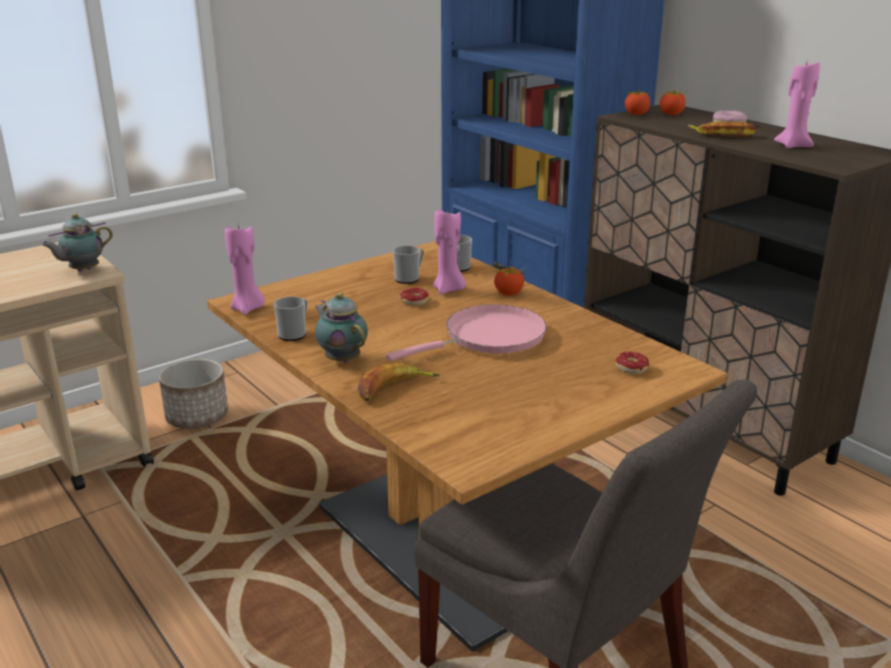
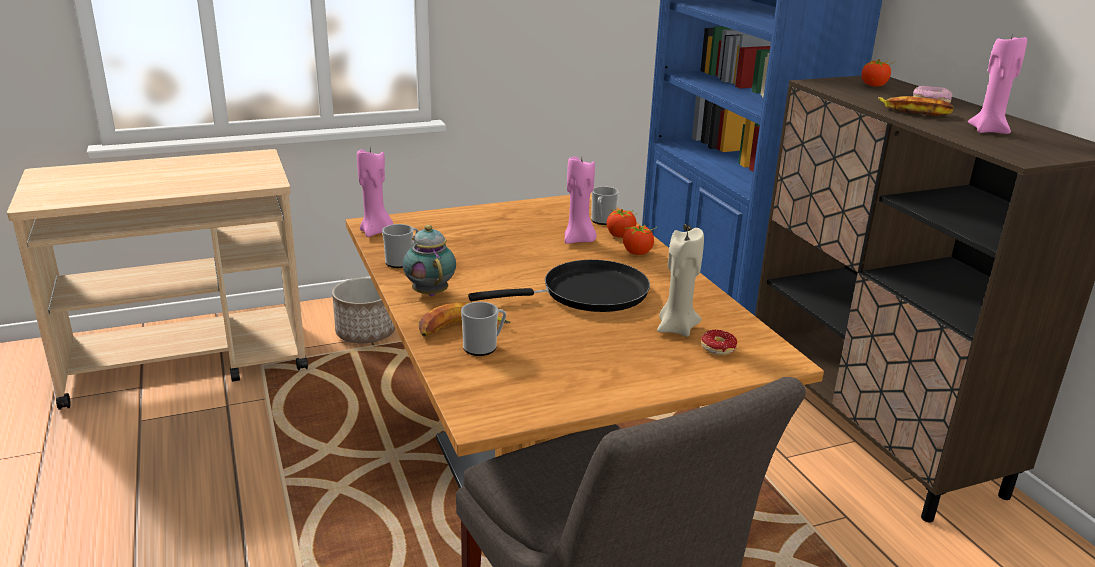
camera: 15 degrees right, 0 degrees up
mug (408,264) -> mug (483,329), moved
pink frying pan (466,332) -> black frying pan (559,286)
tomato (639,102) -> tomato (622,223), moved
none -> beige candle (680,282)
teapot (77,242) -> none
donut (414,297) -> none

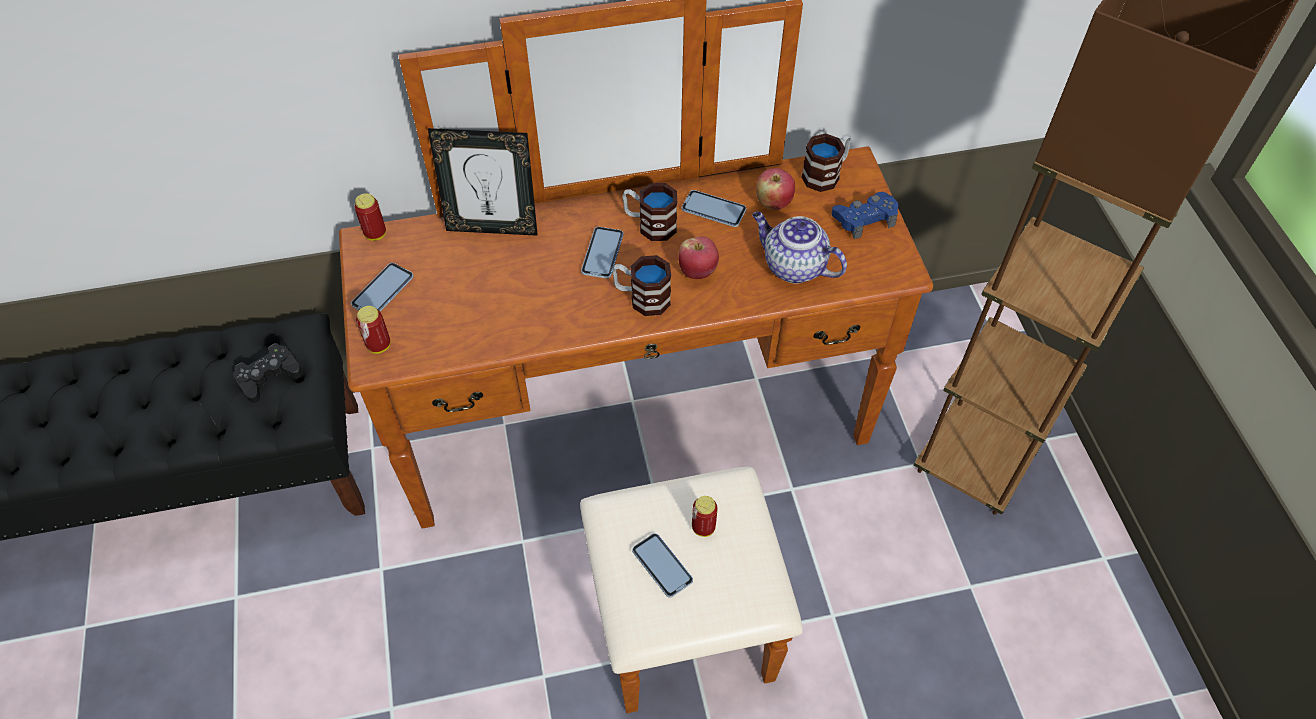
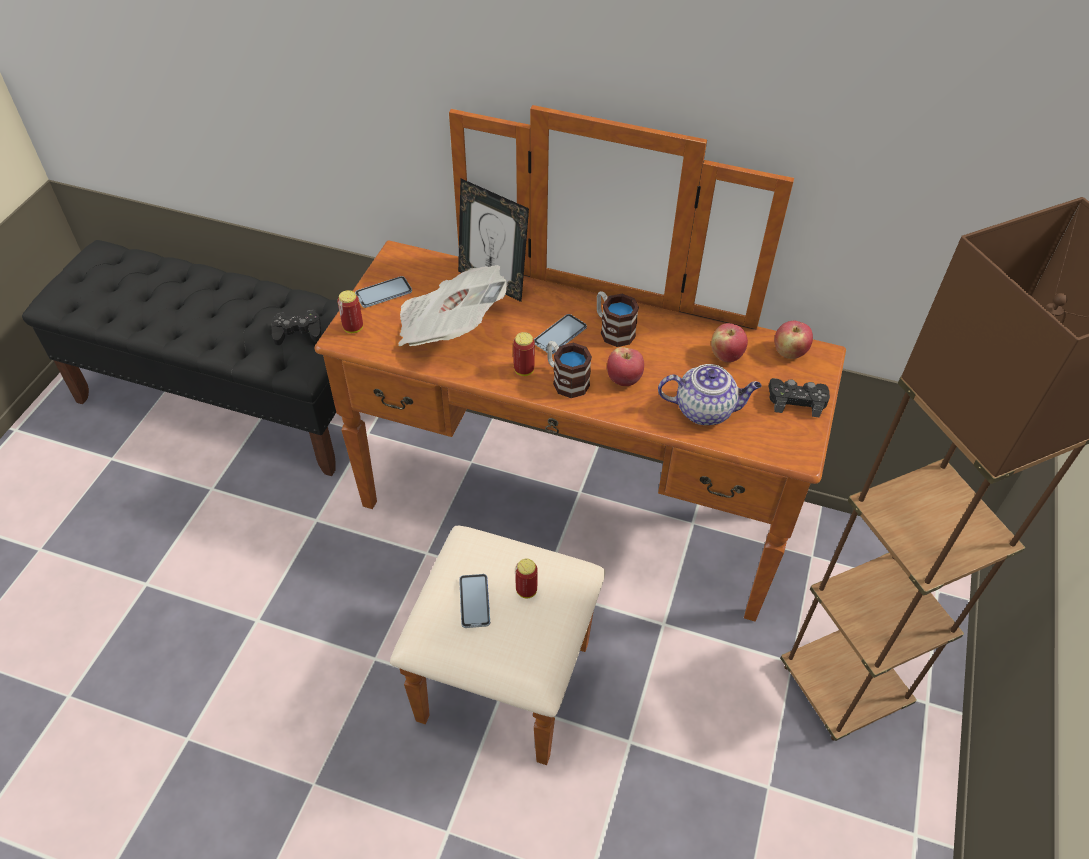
camera: 30 degrees right, 5 degrees down
none -> newspaper (452,305)
can (370,217) -> can (524,354), moved
teapot (799,248) -> teapot (710,394), 120 degrees clockwise
blue game controller (865,215) -> black game controller (799,397)
mug (826,163) -> apple (793,340)
phone (714,208) -> none

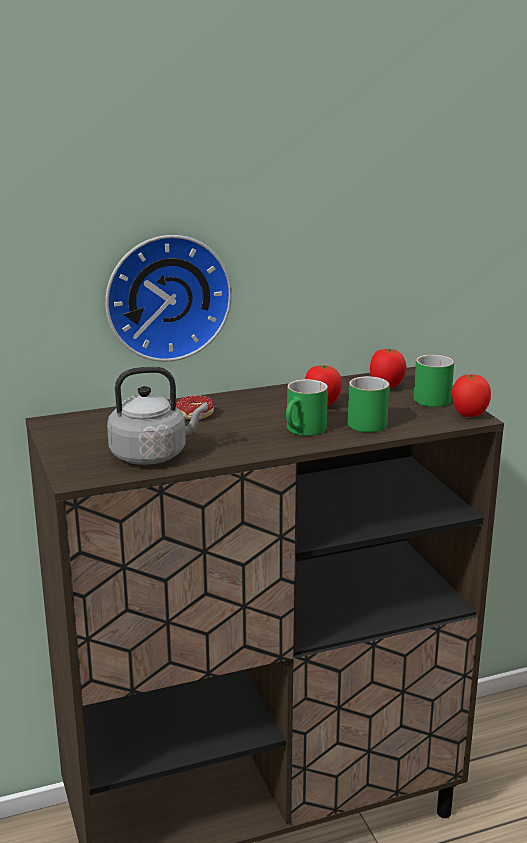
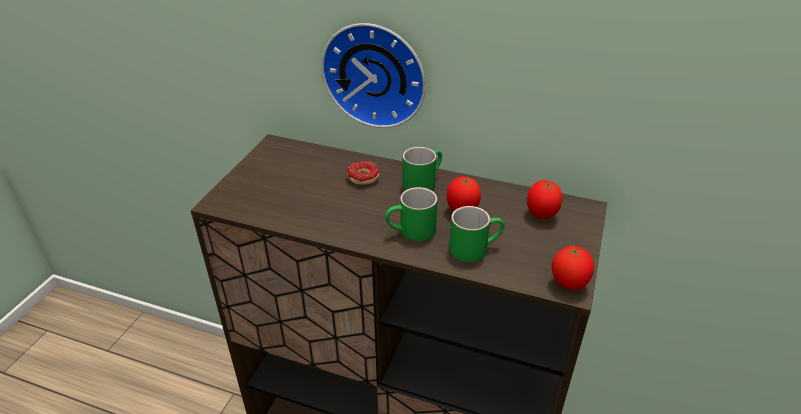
camera: 40 degrees right, 15 degrees up
green mug (434,380) -> green mug (422,169), moved
grey kettle (157,416) -> none

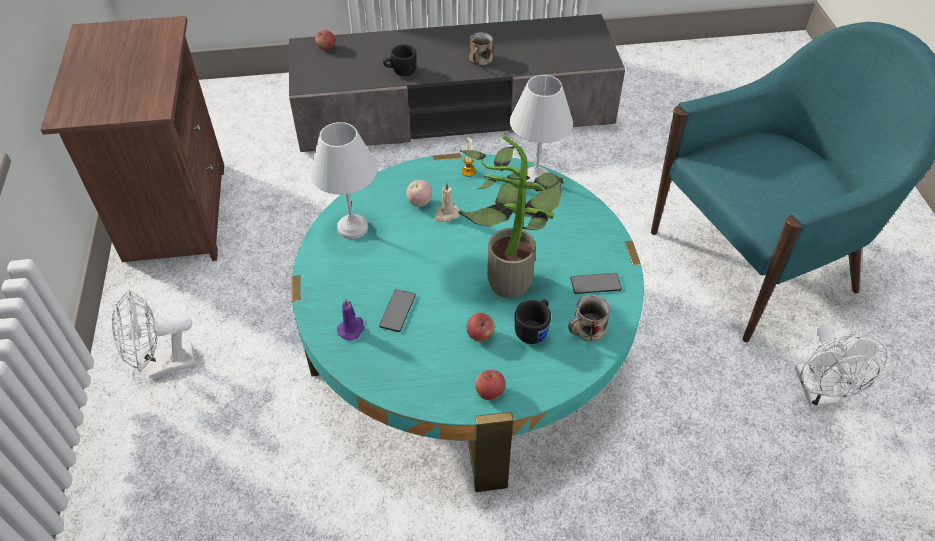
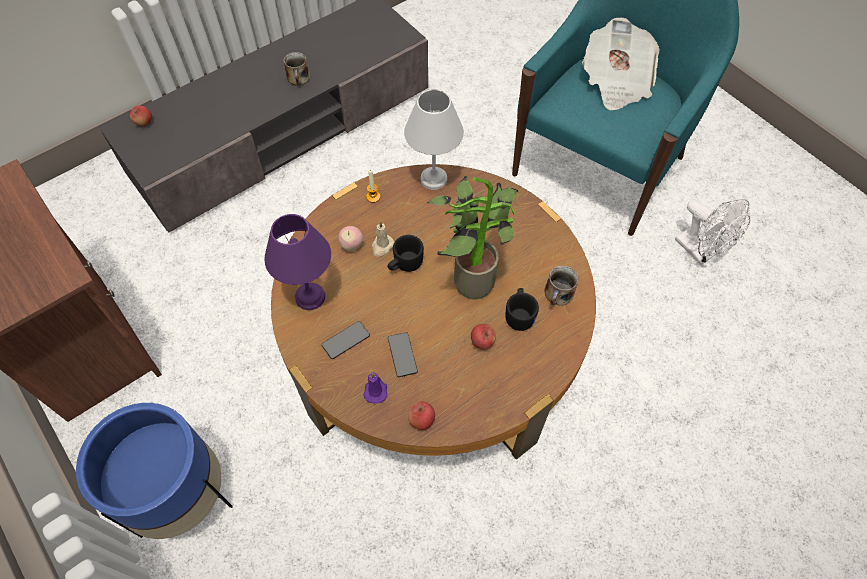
camera: 30 degrees left, 10 degrees up
white fan (154,334) -> blue planter (154,471)
white table lamp (344,180) -> purple table lamp (297,262)
turquoise coffee table (468,322) -> brown coffee table (433,312)
phone (596,283) -> phone (345,340), moved
black mug (400,60) -> black mug (406,253), moved
apple (490,385) -> apple (421,416), moved
none -> newspaper (621,64)

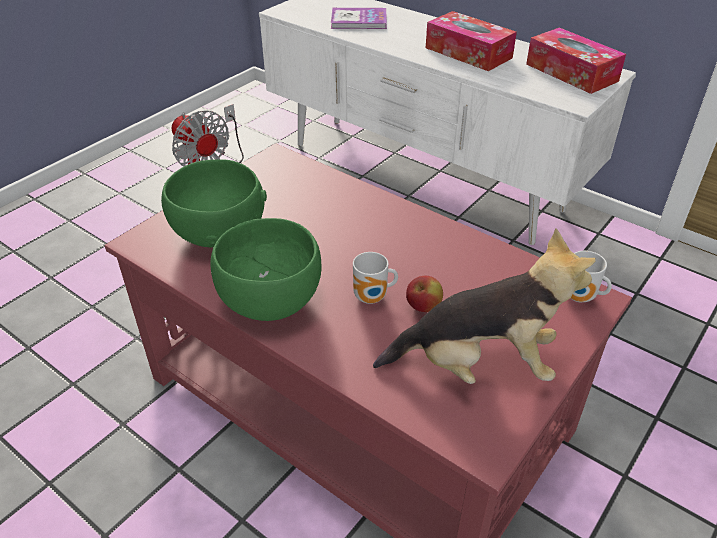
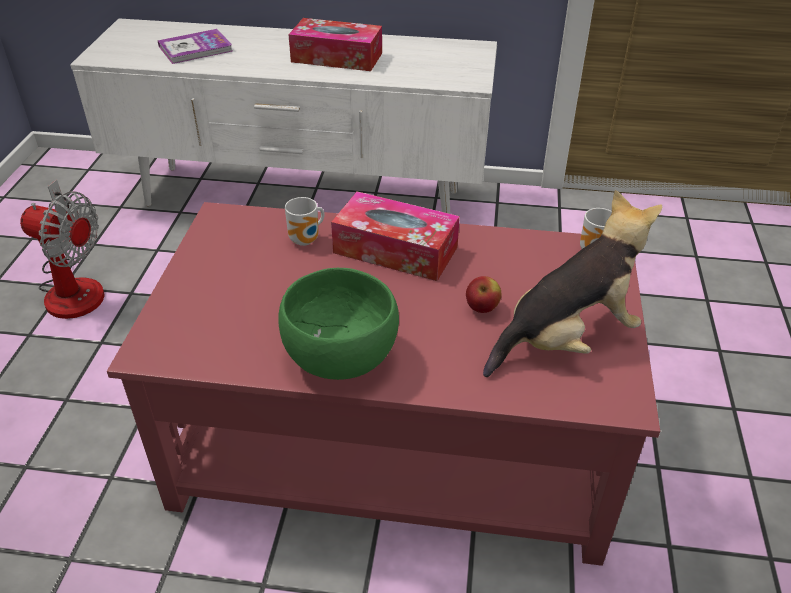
camera: 30 degrees left, 0 degrees up
mug (375,278) -> mug (305,221), moved
tissue box (576,61) -> tissue box (395,236), moved
green bowl (214,203) -> none

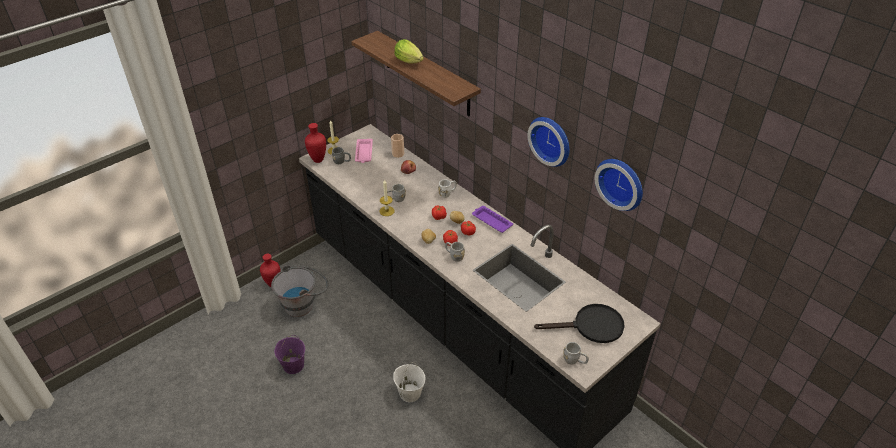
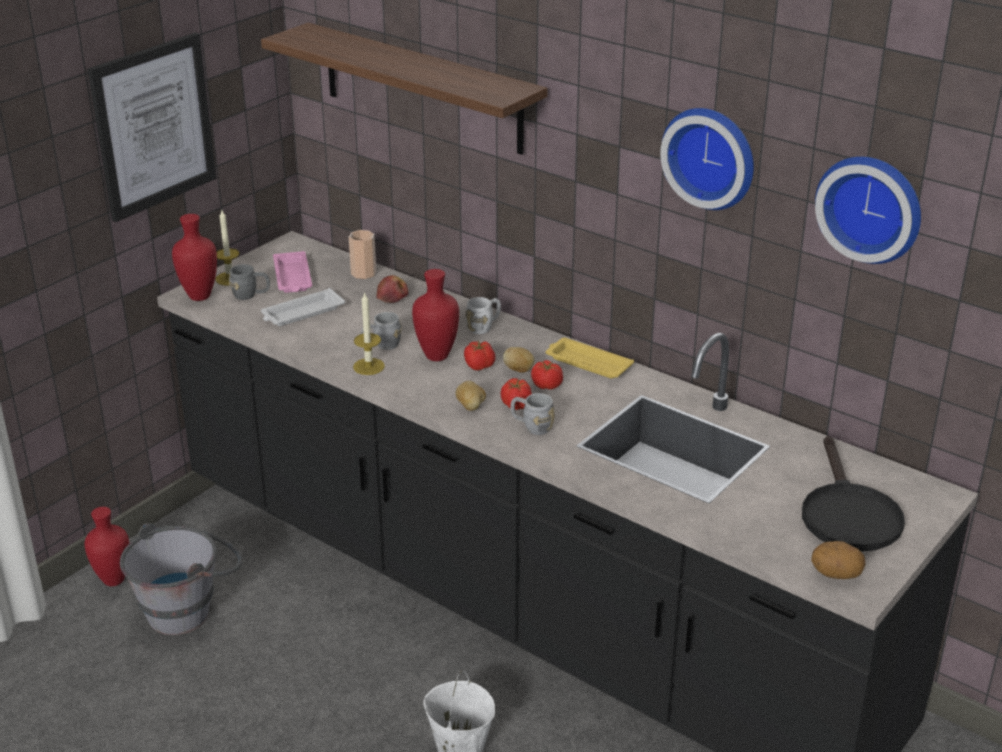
camera: 10 degrees left, 10 degrees down
none -> picture (151,127)
none -> white tray (303,307)
none -> red vase (435,315)
purple tray (492,219) -> yellow tray (590,358)
black frying pan (579,323) -> black frying pan (853,494), 105 degrees clockwise
grey mug (576,353) -> potato (838,560)
purple bucket (289,354) -> none
lettuce (409,51) -> none

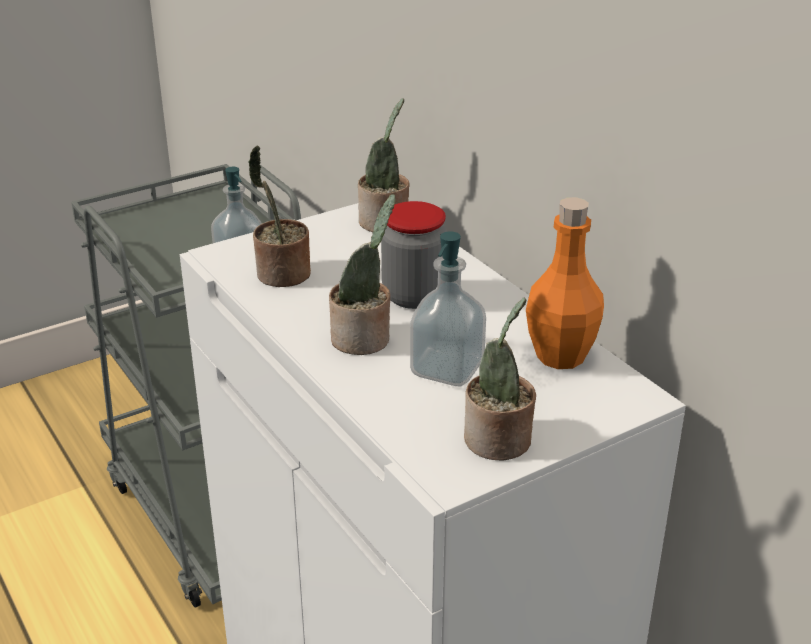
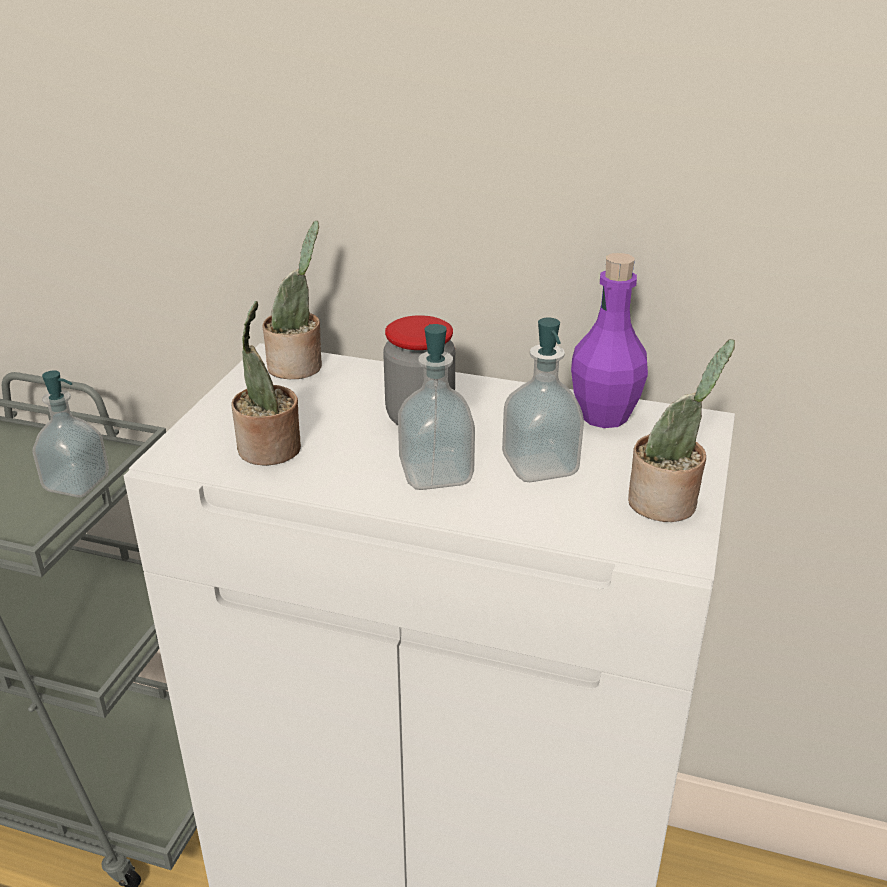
camera: 40 degrees left, 0 degrees up
potted plant (362,274) -> soap dispenser (436,407)
orange bottle (565,283) -> purple bottle (609,340)

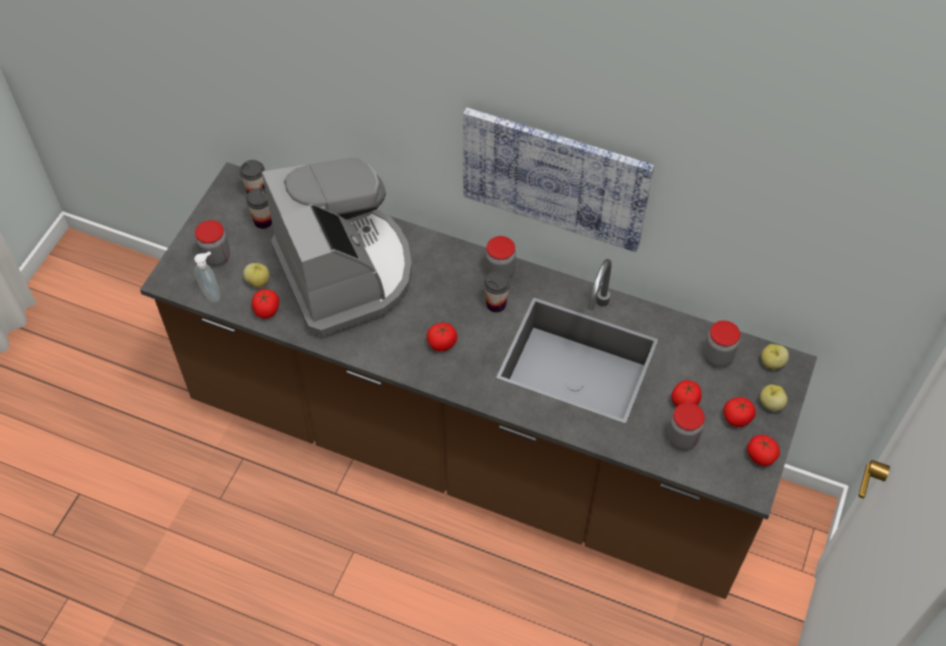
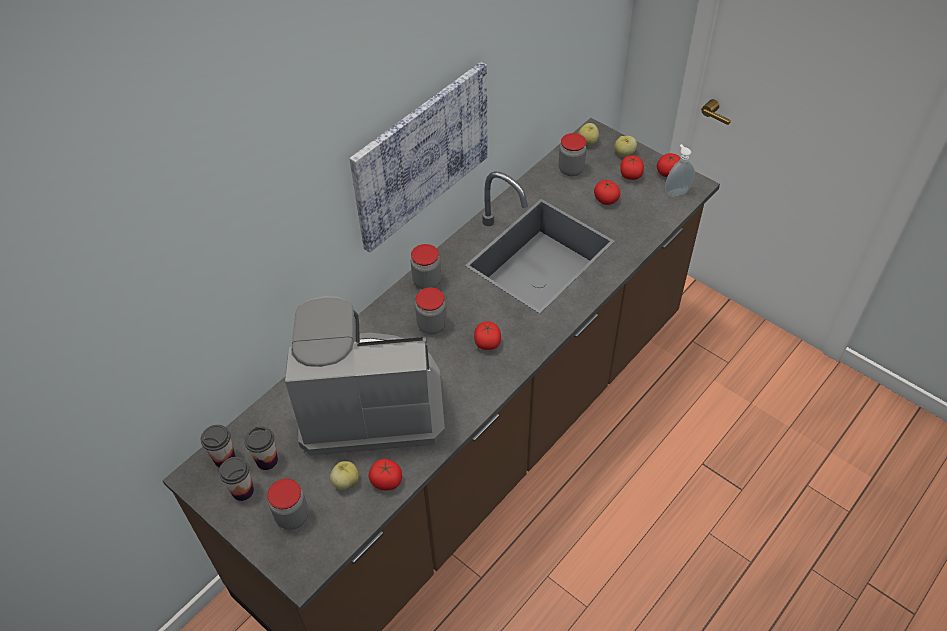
camera: 70 degrees left, 5 degrees down
cup (497,292) -> cup (236,479), moved
jar (686,426) -> jar (431,310), moved
soap dispenser (207,277) -> soap dispenser (680,170), moved

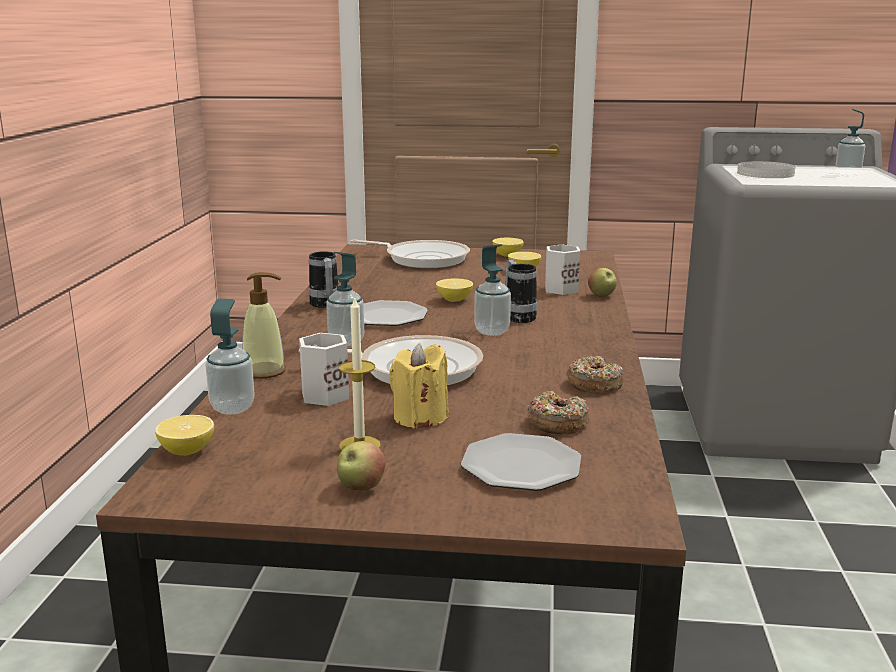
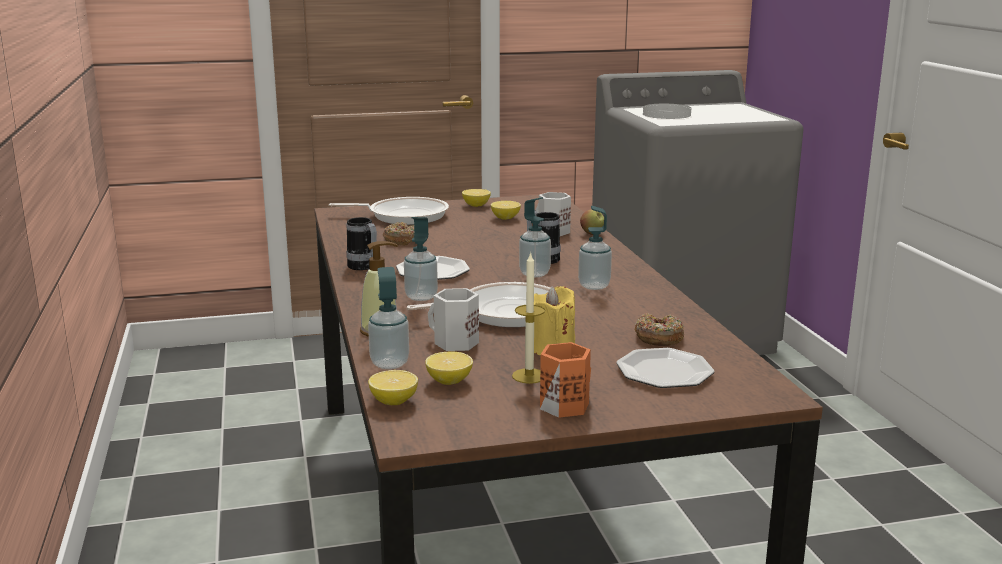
camera: 20 degrees left, 0 degrees up
donut (594,375) -> donut (398,234), moved
lemon (454,290) -> lemon (449,368), moved
apple (361,465) -> orange mug (565,380)
soap dispenser (850,142) -> soap dispenser (595,248), moved

